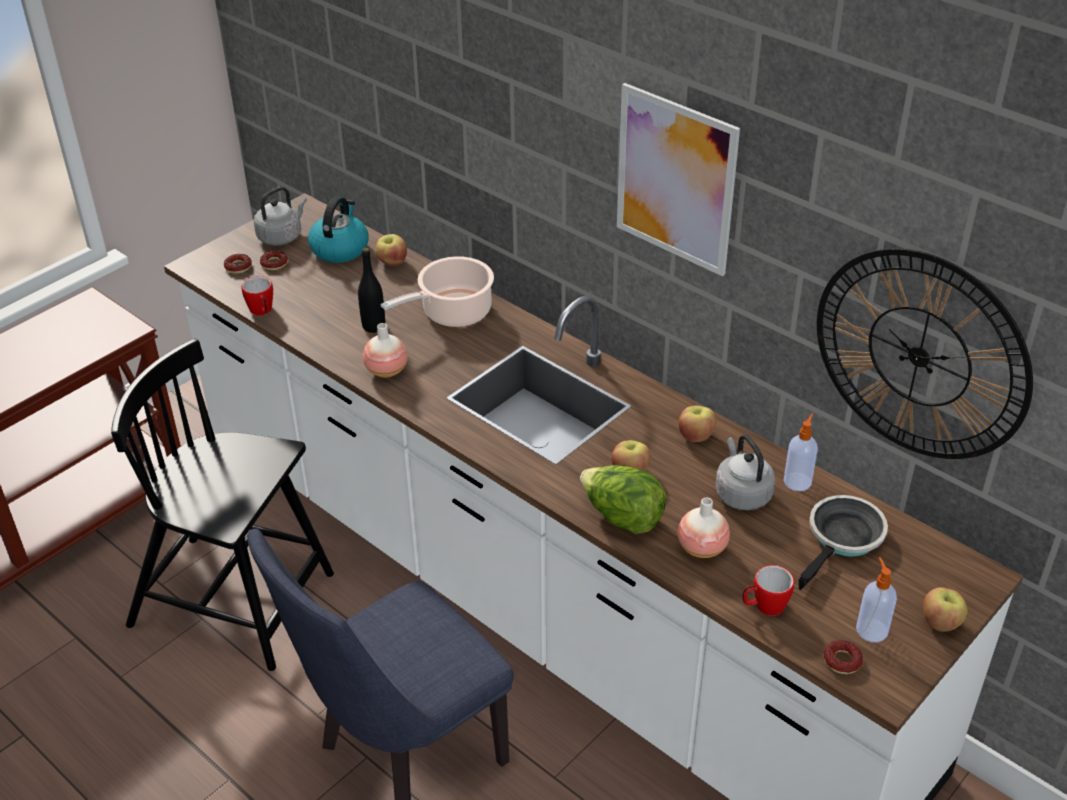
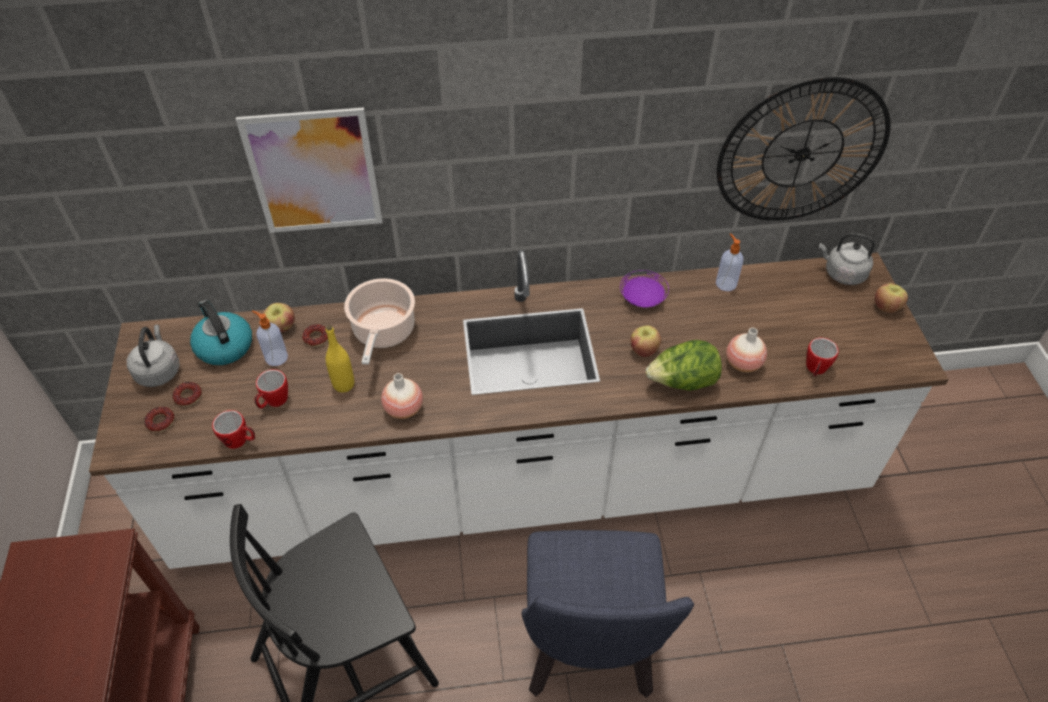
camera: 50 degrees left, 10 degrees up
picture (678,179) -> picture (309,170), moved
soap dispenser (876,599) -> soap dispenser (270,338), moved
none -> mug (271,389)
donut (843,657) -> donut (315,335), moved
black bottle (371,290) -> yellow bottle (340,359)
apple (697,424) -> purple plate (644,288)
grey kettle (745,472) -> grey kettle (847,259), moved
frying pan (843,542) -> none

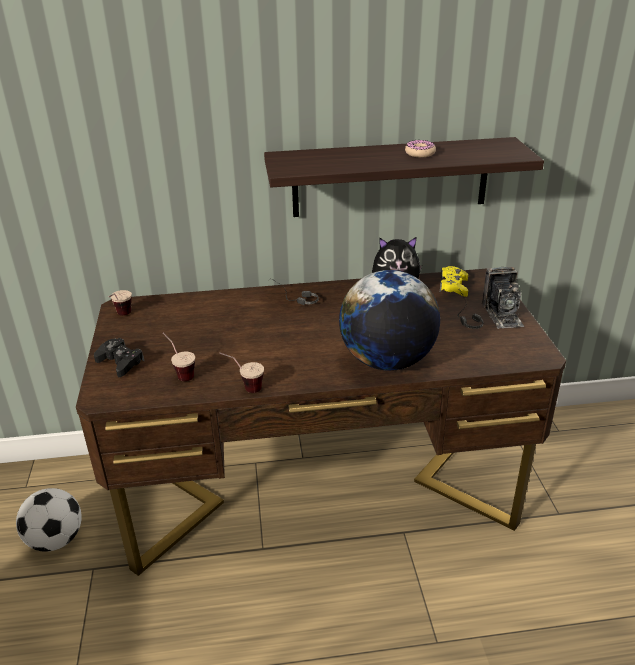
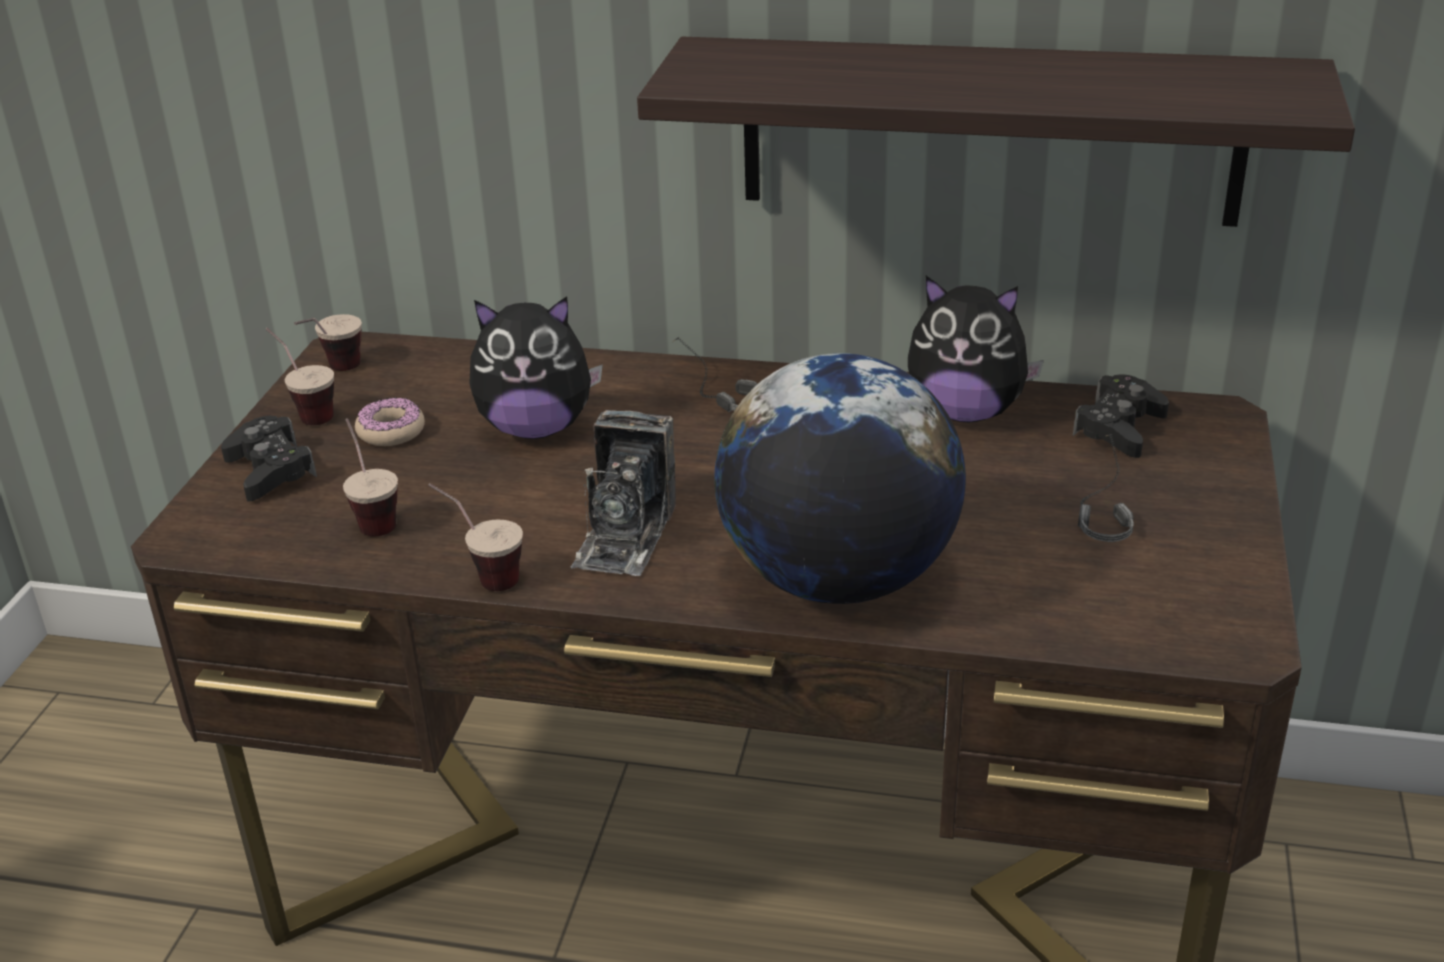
camera: 20 degrees right, 0 degrees up
none -> cup (300,376)
donut (420,148) -> donut (390,421), moved
none -> plush toy (536,368)
photo camera (503,298) -> photo camera (623,493), moved
yellow game controller (454,281) -> black game controller (1121,416)
football (49,520) -> none

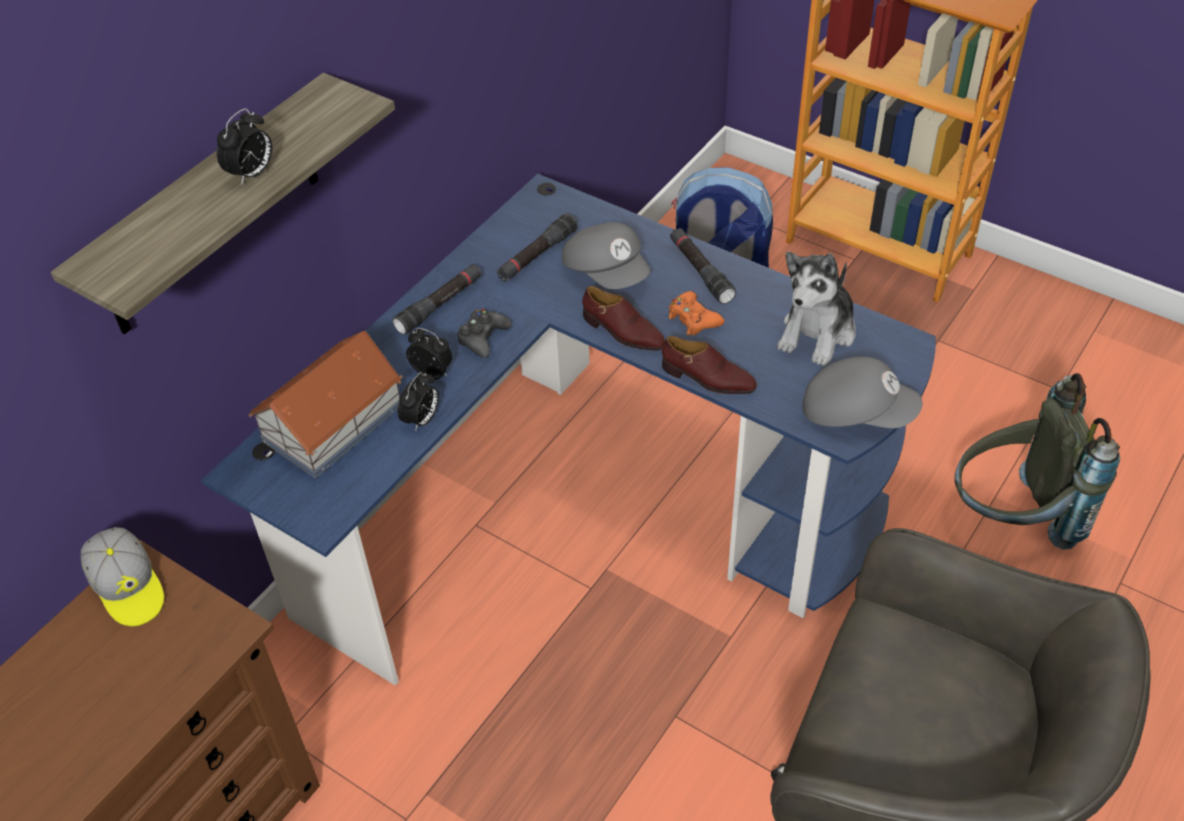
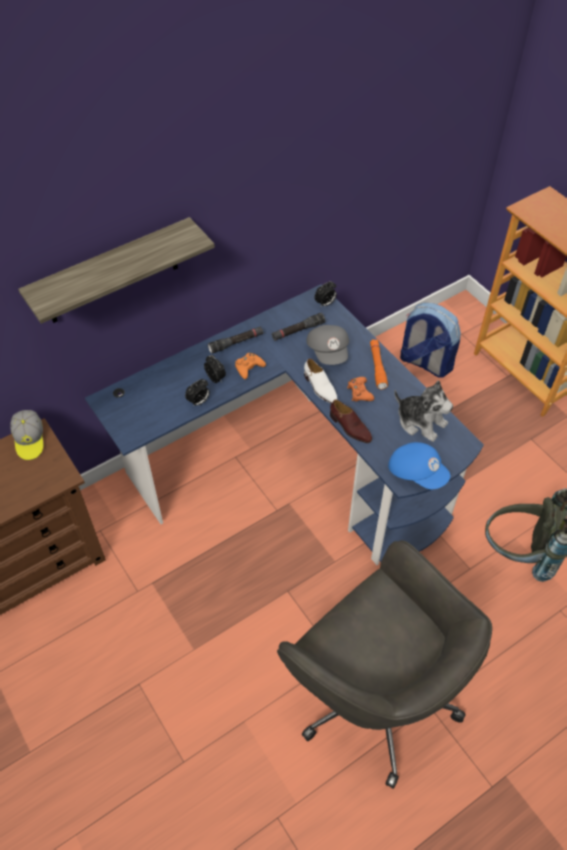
camera: 20 degrees right, 5 degrees up
black game controller (484,333) -> orange game controller (250,365)
brown shoe (623,318) -> white shoe (320,381)
alarm clock (244,146) -> alarm clock (325,294), moved
black flashlight (703,266) -> orange flashlight (379,364)
grey cap (863,392) -> blue cap (419,465)
plush toy (816,309) -> plush toy (423,411), 105 degrees counterclockwise
toy house (325,404) -> none

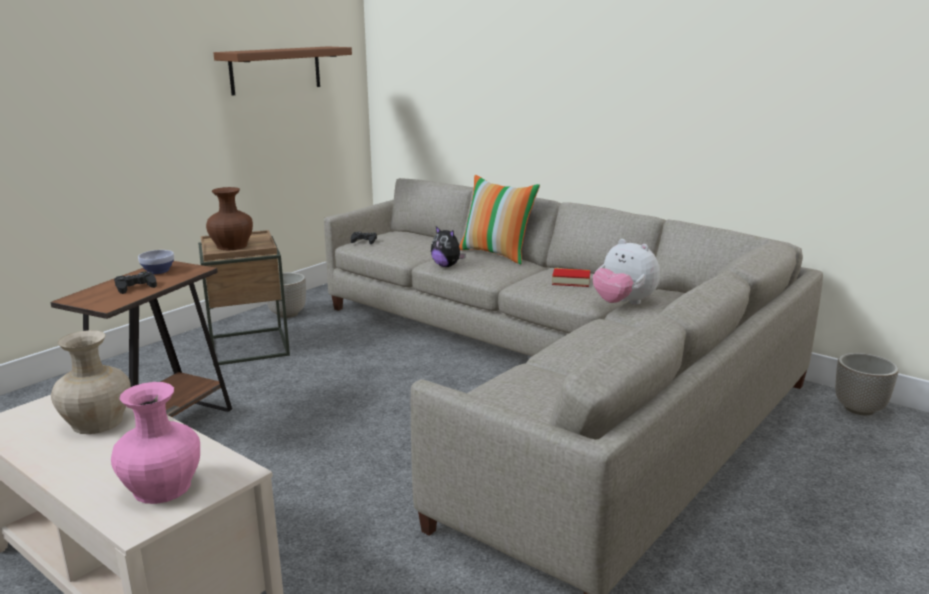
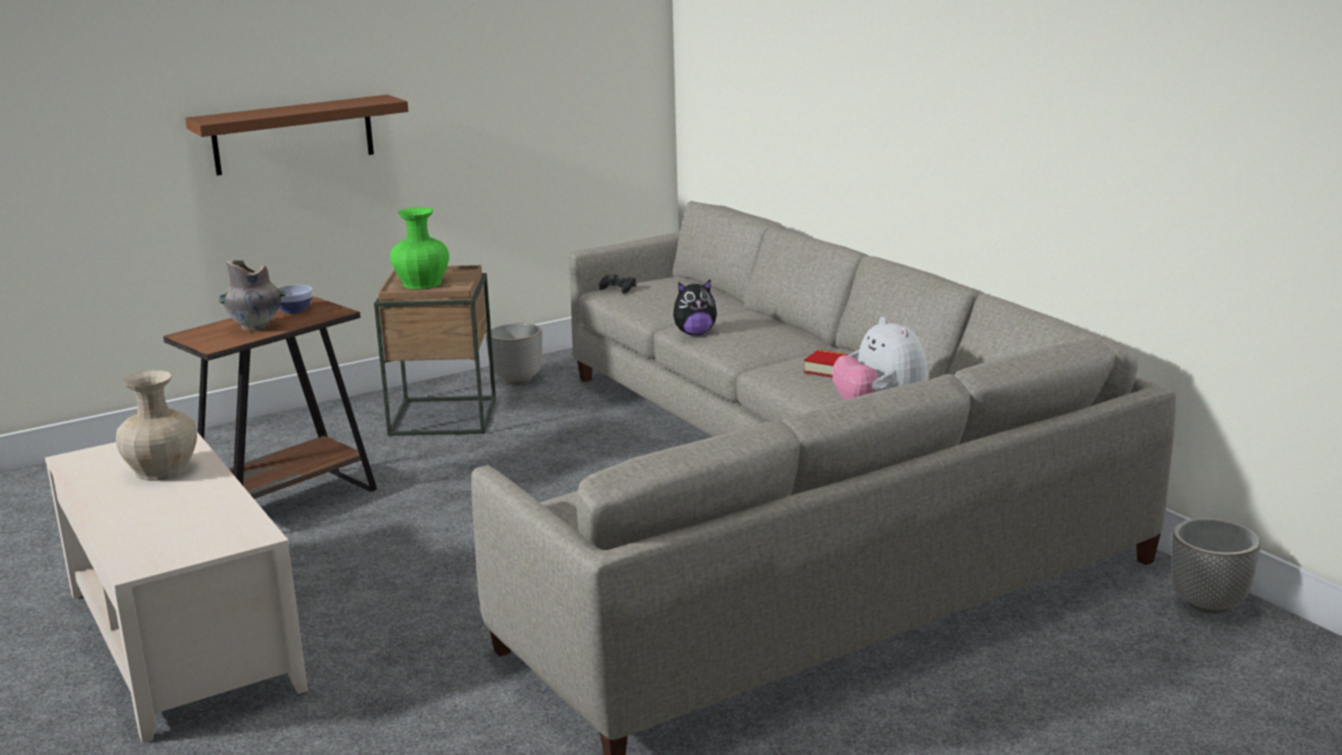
camera: 20 degrees right, 0 degrees up
brown shelf (282,71) -> brown shelf (296,135), moved
black game controller (135,282) -> grey vase (253,295)
brown vase (229,218) -> green vase (419,248)
plush toy (448,246) -> plush toy (695,307), 75 degrees counterclockwise
pink vase (155,443) -> none
pillow (499,219) -> none

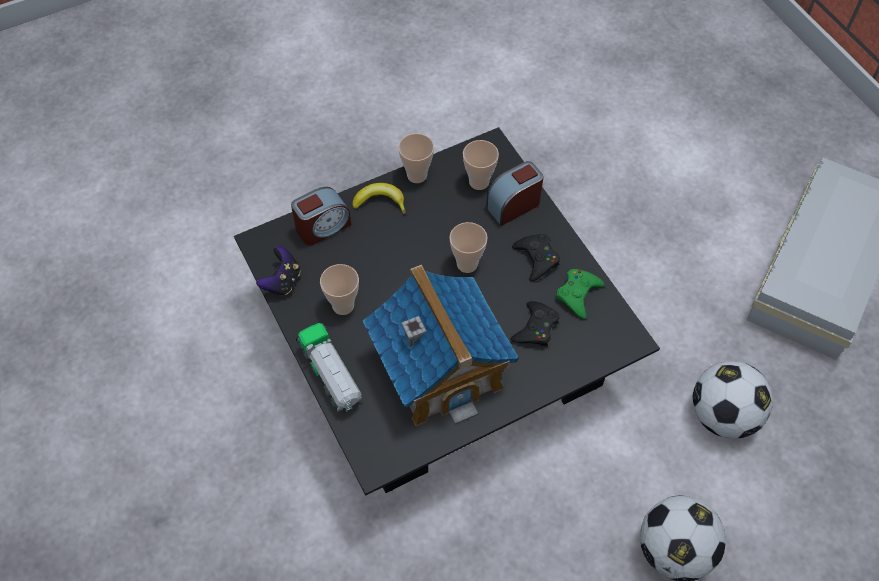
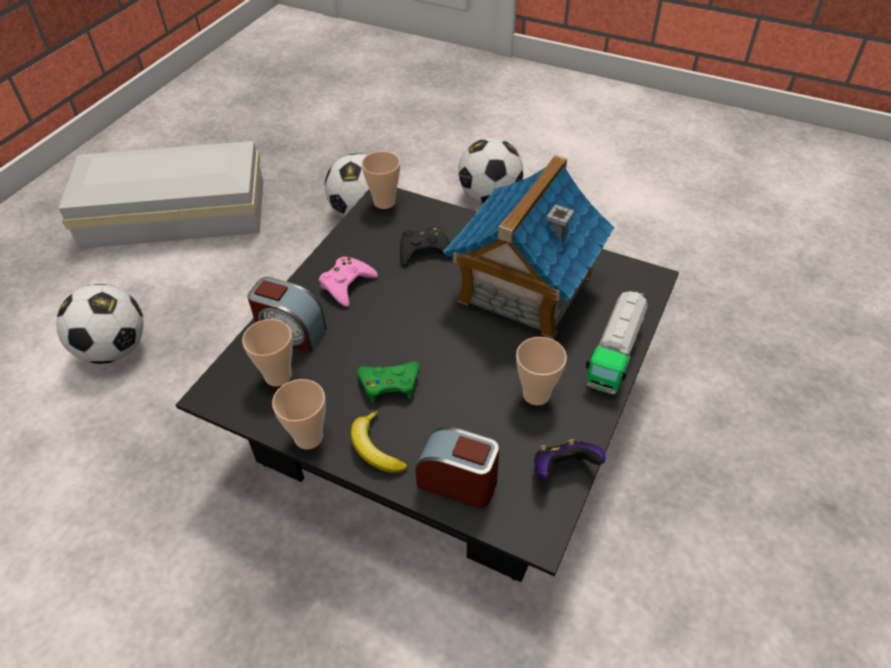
camera: 125 degrees left, 10 degrees down
none -> football (100,324)
black game controller (536,258) -> pink game controller (348,282)
green game controller (580,294) -> green game controller (388,381), moved
cup (468,247) -> cup (380,180), moved

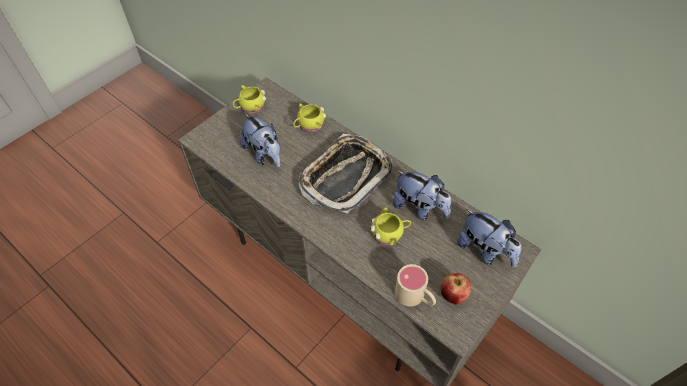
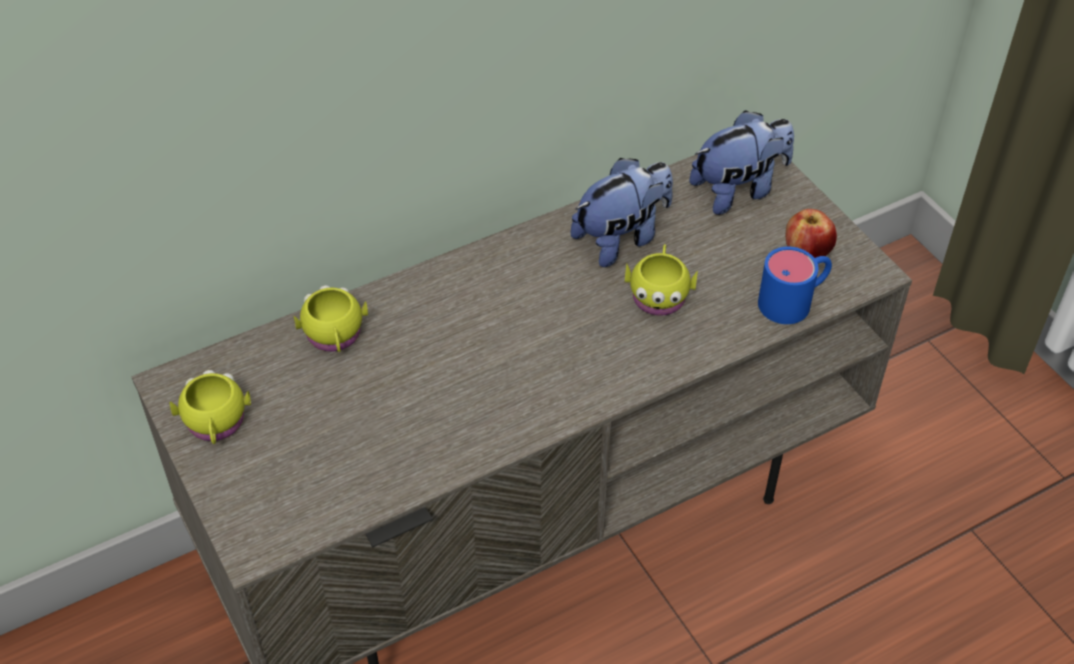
camera: 70 degrees left, 5 degrees down
beige mug (415,285) -> blue mug (795,285)
plush toy (260,140) -> none
tray (345,173) -> none

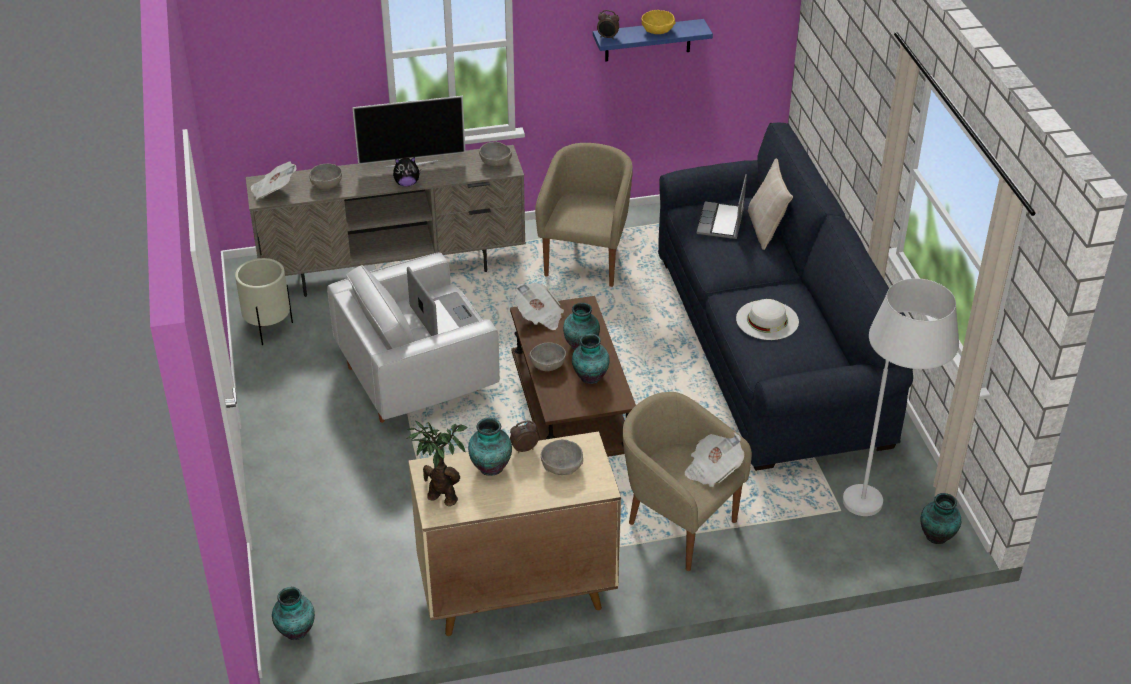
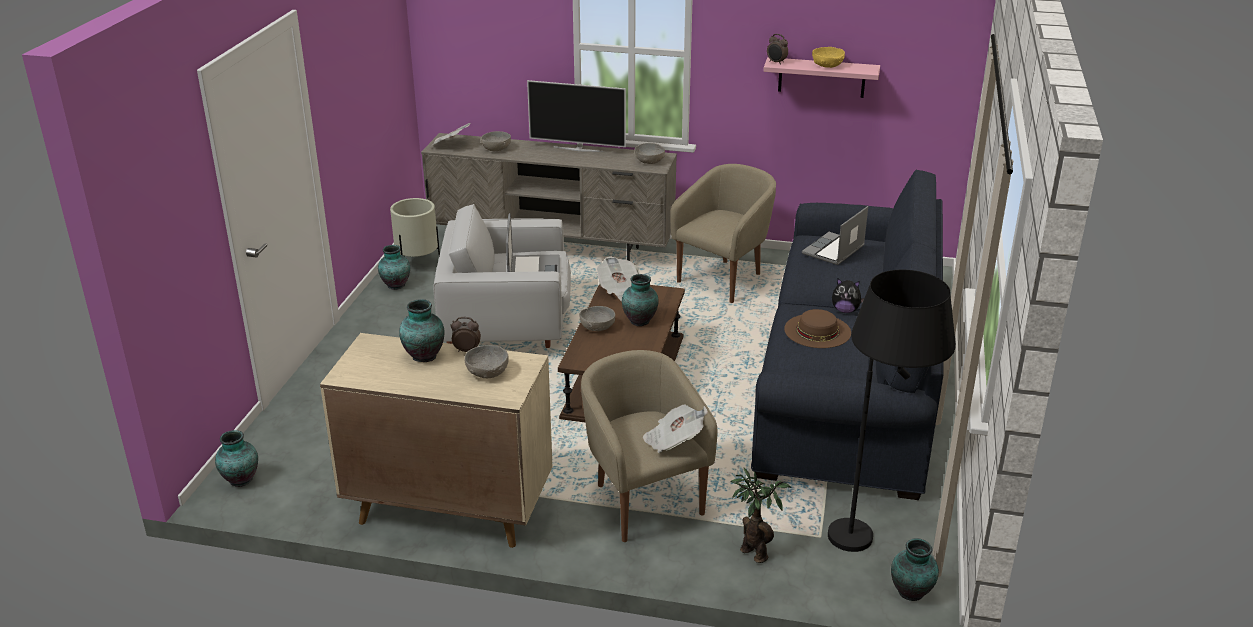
camera: 25 degrees right, 10 degrees down
vase (590,359) -> vase (394,267), moved
potted plant (437,463) -> potted plant (760,515), moved
blue shelf (653,40) -> pink shelf (821,77)
white hat (767,319) -> brown hat (817,328)
white floor lamp (901,397) -> black floor lamp (892,410)
plush toy (407,172) -> plush toy (848,295), moved
beige pillow (770,204) -> none

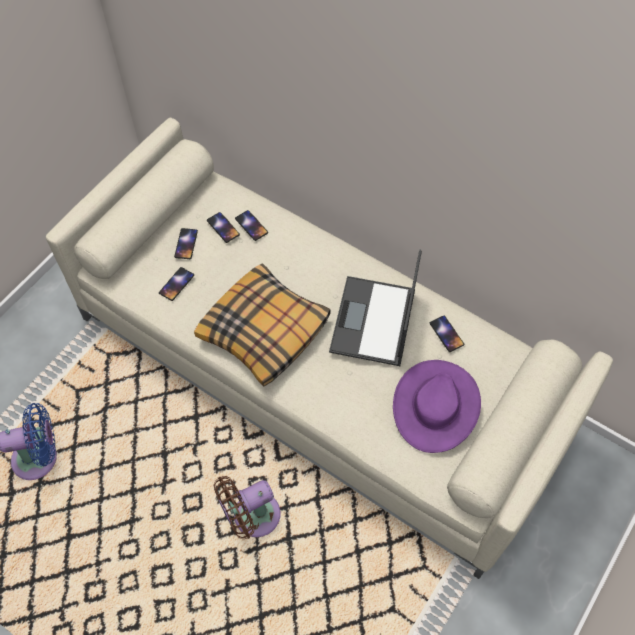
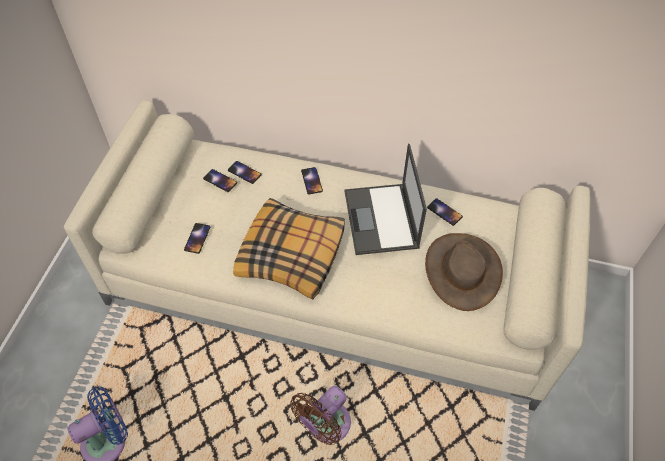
camera: 20 degrees left, 5 degrees down
phone (186,243) -> phone (312,181), moved
purple hat (437,406) -> brown hat (464,272)

